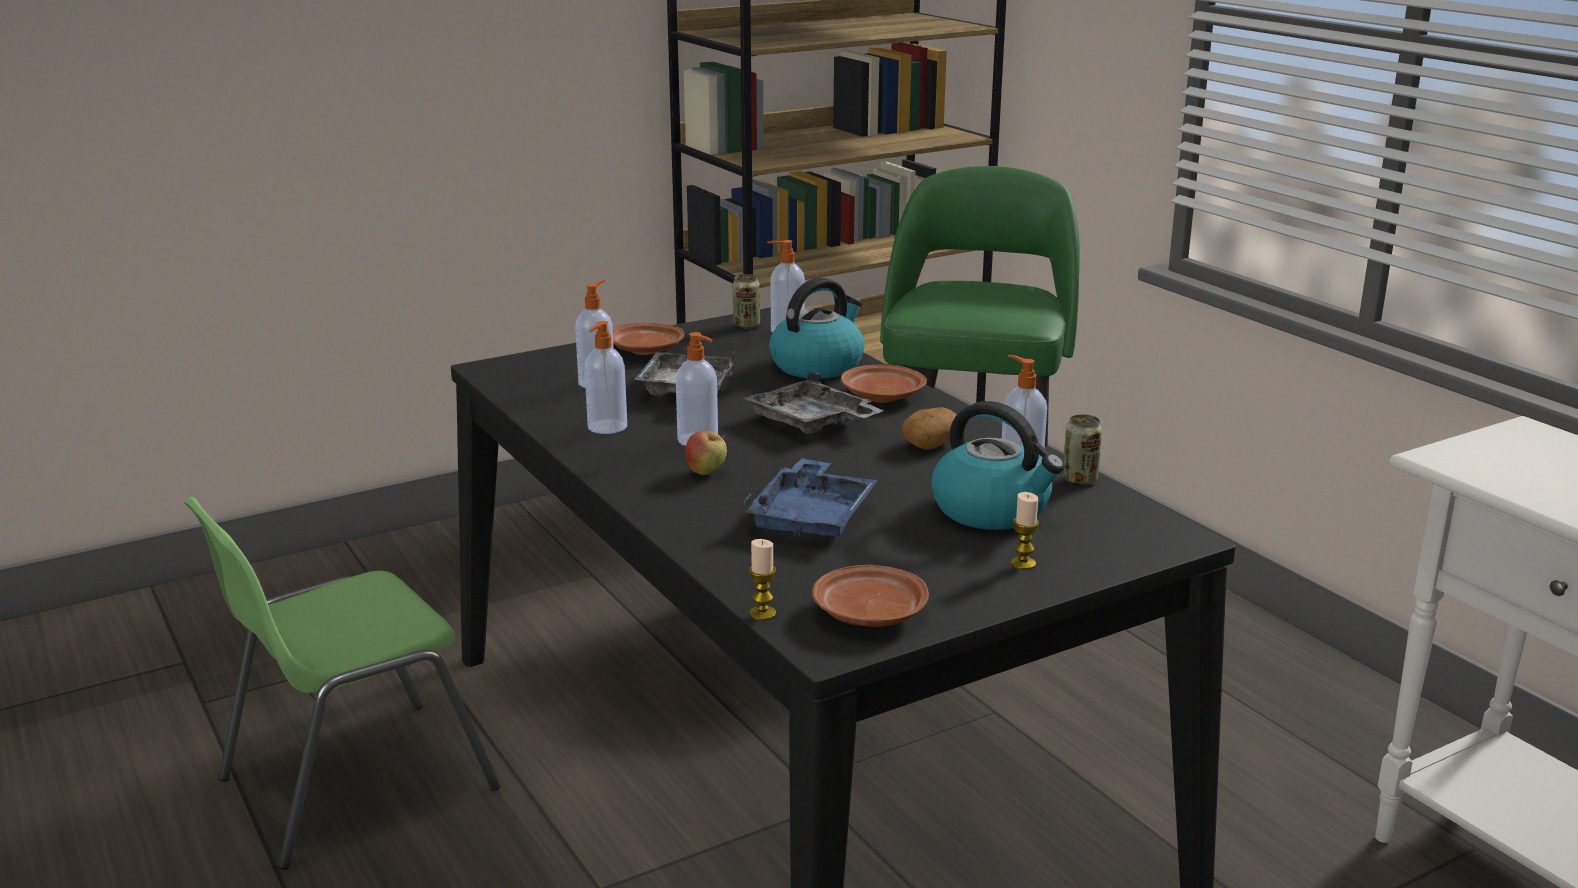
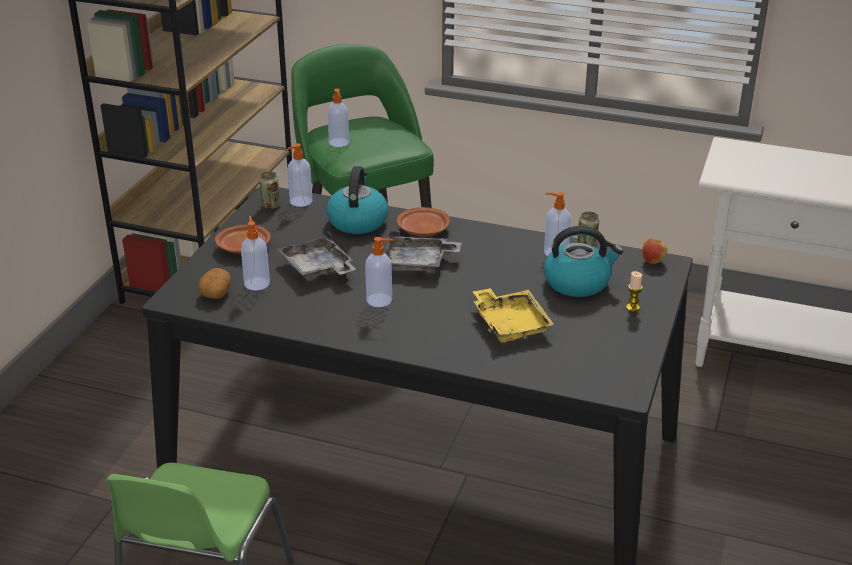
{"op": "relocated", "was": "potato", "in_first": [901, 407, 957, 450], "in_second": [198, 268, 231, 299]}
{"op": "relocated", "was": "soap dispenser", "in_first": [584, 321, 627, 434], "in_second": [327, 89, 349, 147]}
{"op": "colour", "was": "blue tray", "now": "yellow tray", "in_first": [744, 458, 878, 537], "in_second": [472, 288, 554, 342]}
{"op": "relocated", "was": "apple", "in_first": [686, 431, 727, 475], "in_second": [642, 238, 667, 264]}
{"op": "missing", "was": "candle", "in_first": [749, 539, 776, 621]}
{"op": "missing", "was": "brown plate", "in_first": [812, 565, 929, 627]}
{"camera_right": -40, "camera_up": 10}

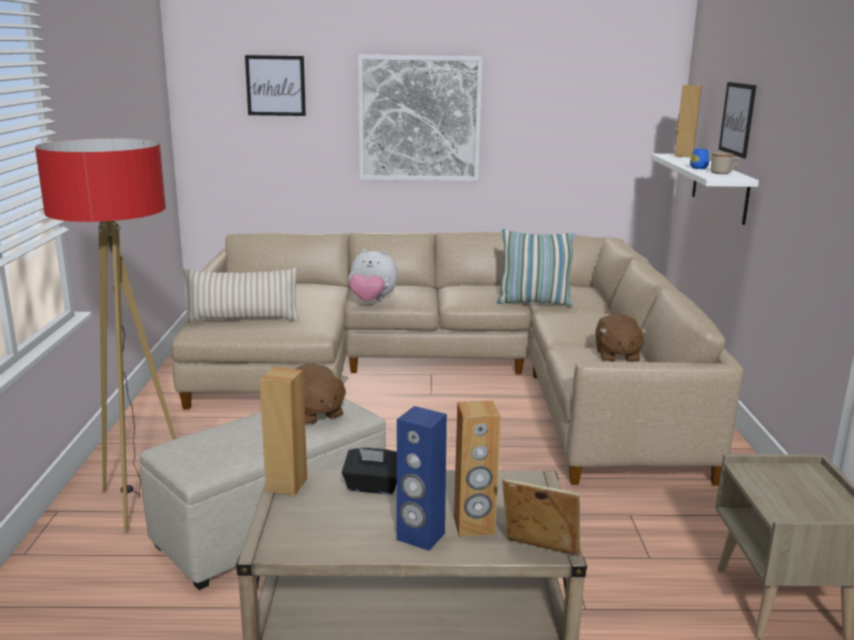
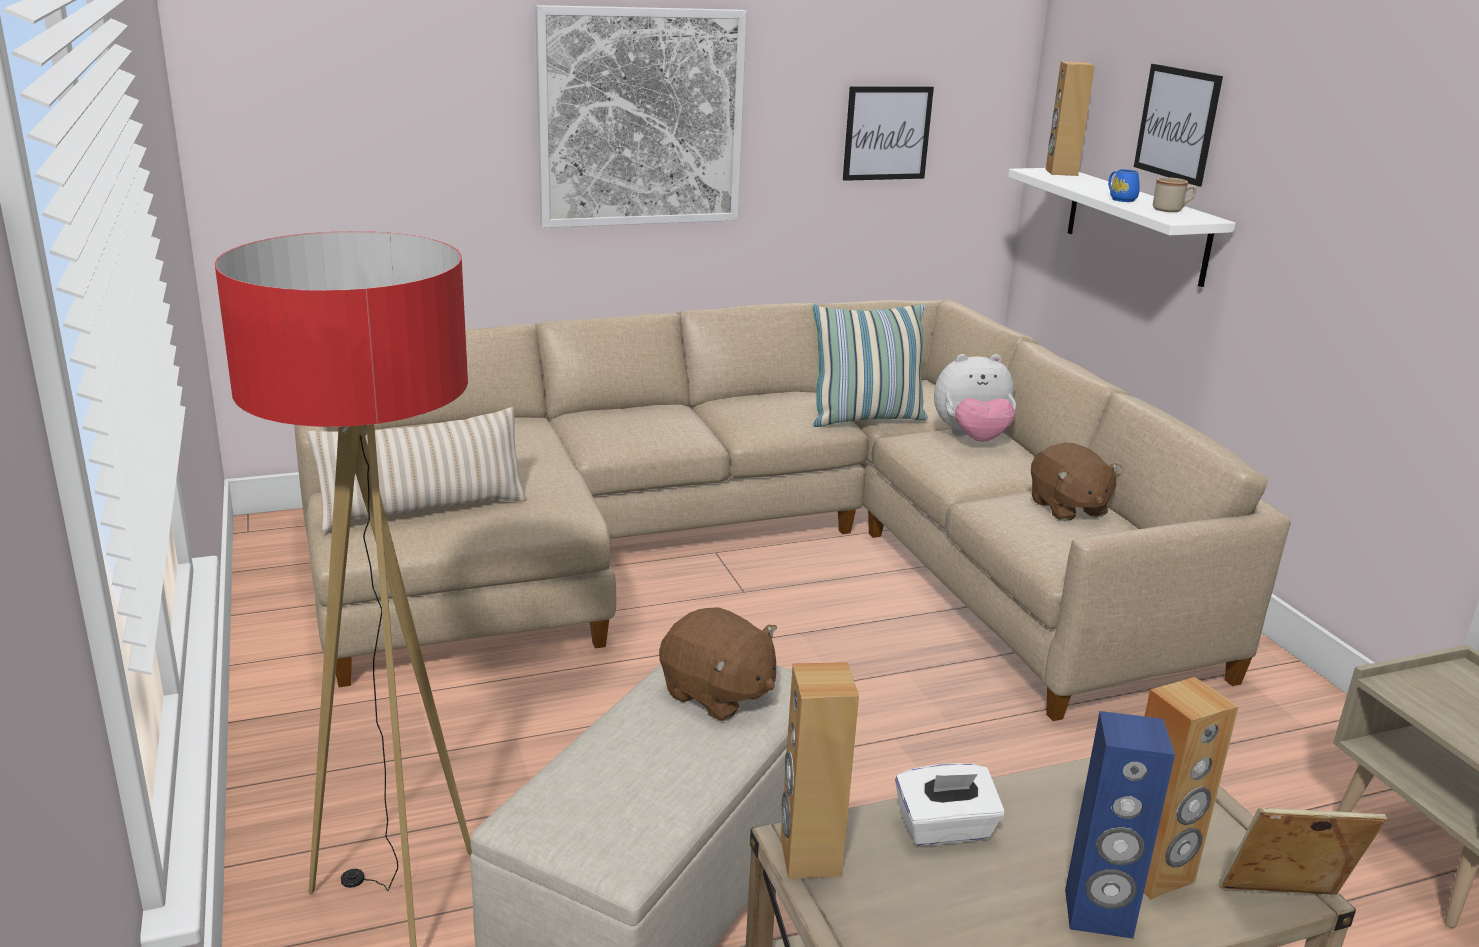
{"op": "relocated", "was": "picture", "in_first": [245, 55, 306, 116], "in_second": [843, 86, 934, 181]}
{"op": "colour", "was": "black tissue box", "now": "white tissue box", "in_first": [342, 448, 397, 494], "in_second": [895, 763, 1005, 846]}
{"op": "relocated", "was": "plush toy", "in_first": [349, 249, 398, 301], "in_second": [934, 354, 1016, 442]}
{"camera_right": -20, "camera_up": 5}

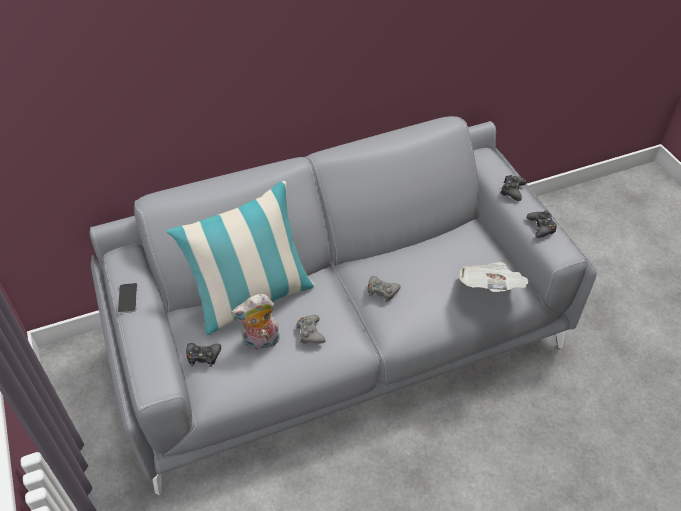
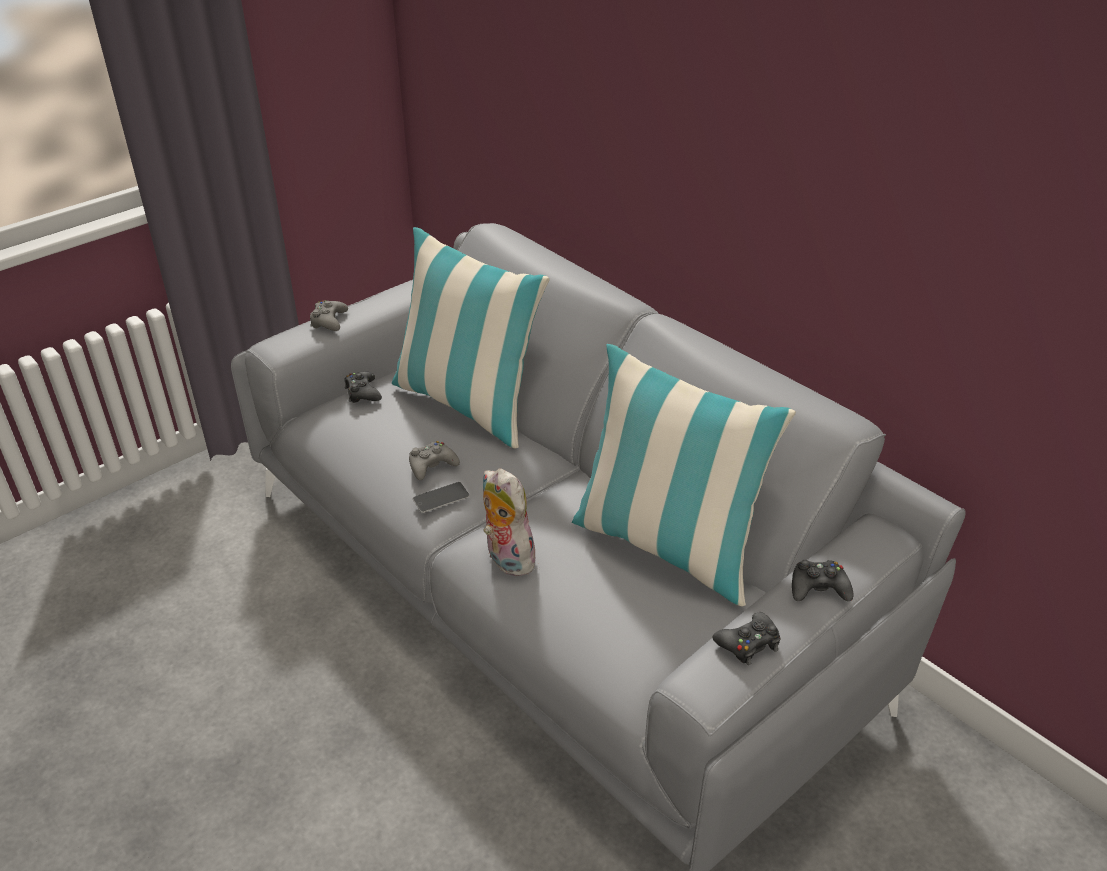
{"op": "relocated", "was": "grey game controller", "in_first": [368, 276, 401, 302], "in_second": [310, 300, 348, 331]}
{"op": "relocated", "was": "phone", "in_first": [118, 283, 137, 313], "in_second": [413, 482, 470, 513]}
{"op": "relocated", "was": "plush toy", "in_first": [231, 294, 280, 350], "in_second": [483, 468, 539, 576]}
{"op": "appeared", "now": "pillow", "in_second": [572, 344, 796, 606]}
{"op": "missing", "was": "newspaper", "in_first": [459, 262, 529, 292]}
{"camera_right": 70, "camera_up": -10}

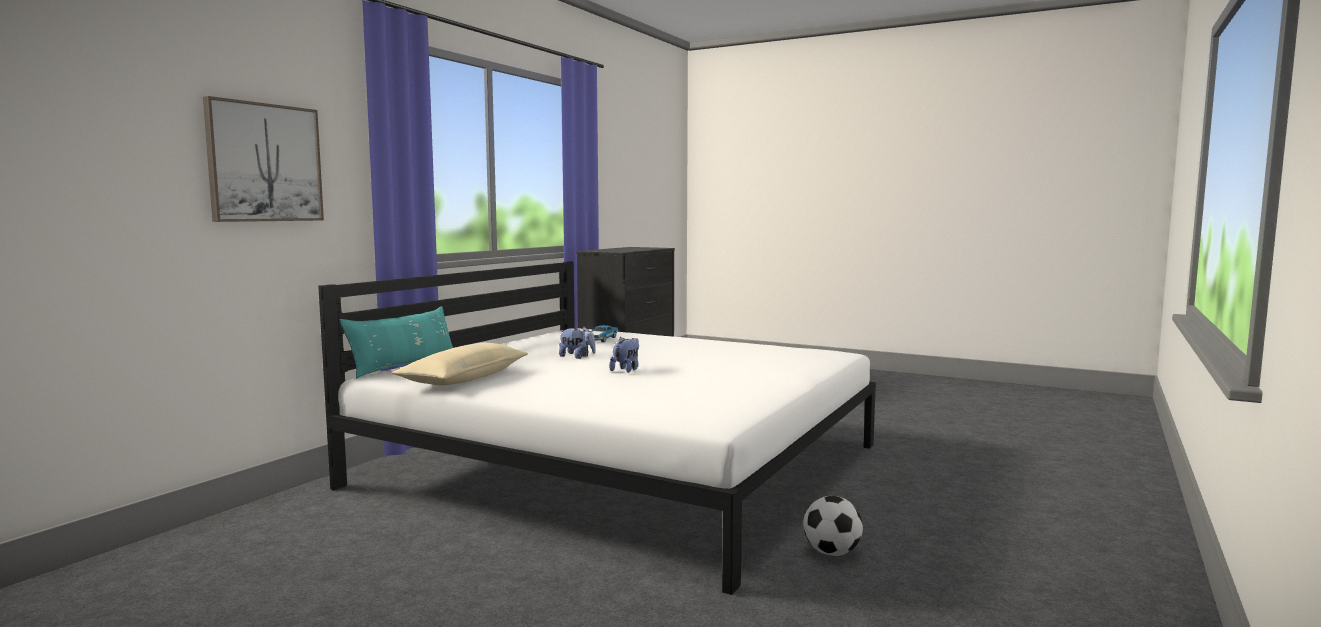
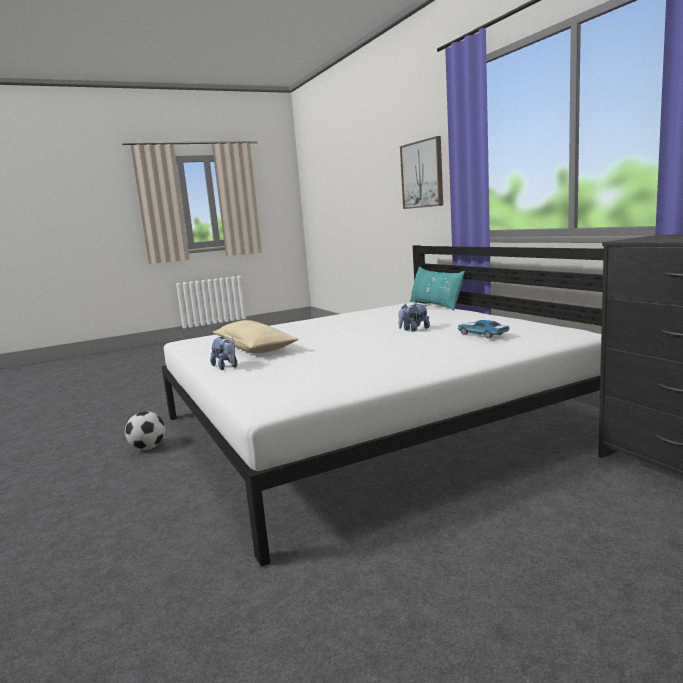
{"op": "relocated", "was": "plush toy", "in_first": [609, 337, 639, 373], "in_second": [210, 337, 237, 370]}
{"op": "relocated", "was": "beige pillow", "in_first": [392, 343, 528, 385], "in_second": [213, 320, 299, 353]}
{"camera_right": 125, "camera_up": 5}

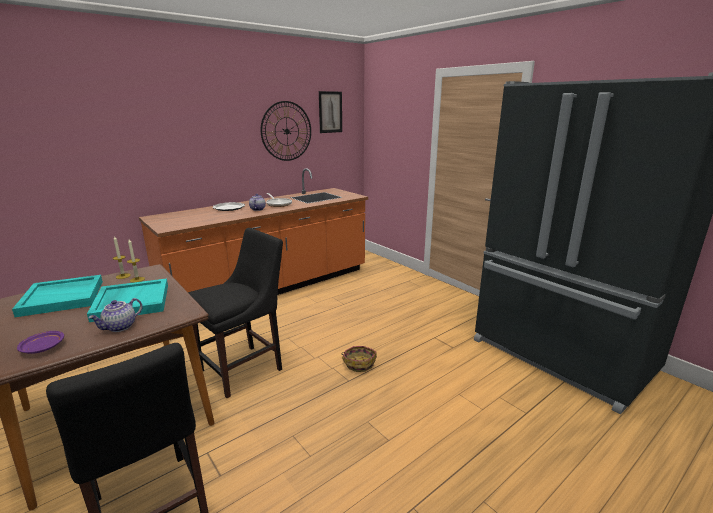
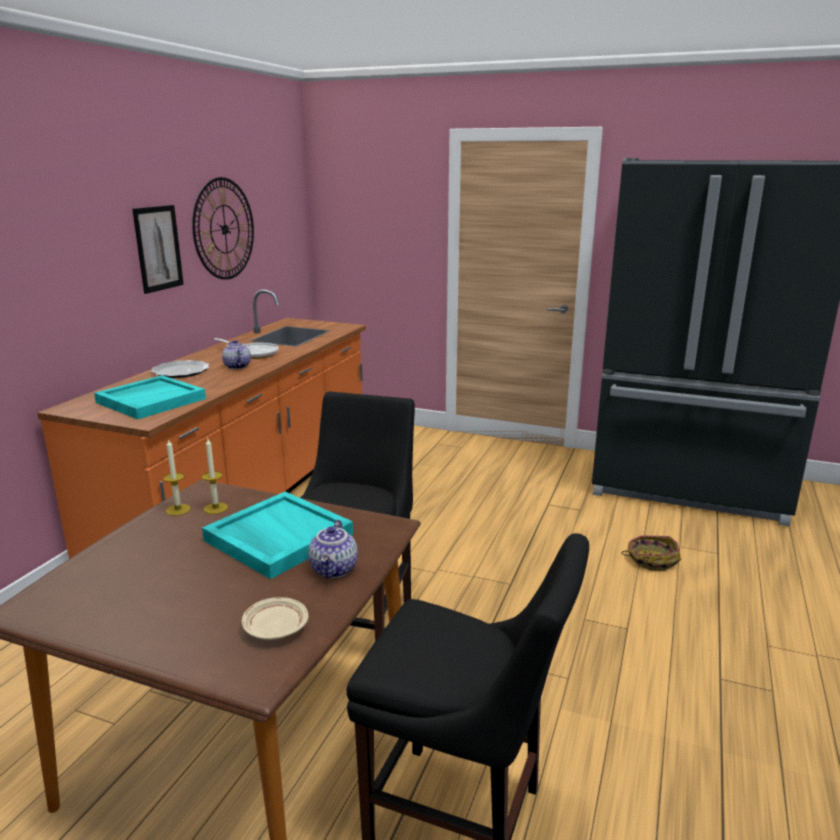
{"op": "relocated", "was": "turquoise tray", "in_first": [12, 275, 103, 317], "in_second": [94, 375, 206, 419]}
{"op": "relocated", "was": "picture", "in_first": [319, 91, 342, 133], "in_second": [132, 205, 184, 294]}
{"op": "colour", "was": "purple plate", "now": "beige plate", "in_first": [17, 331, 64, 354], "in_second": [242, 597, 308, 640]}
{"op": "relocated", "was": "basket", "in_first": [341, 346, 377, 372], "in_second": [621, 535, 681, 571]}
{"camera_right": -30, "camera_up": 0}

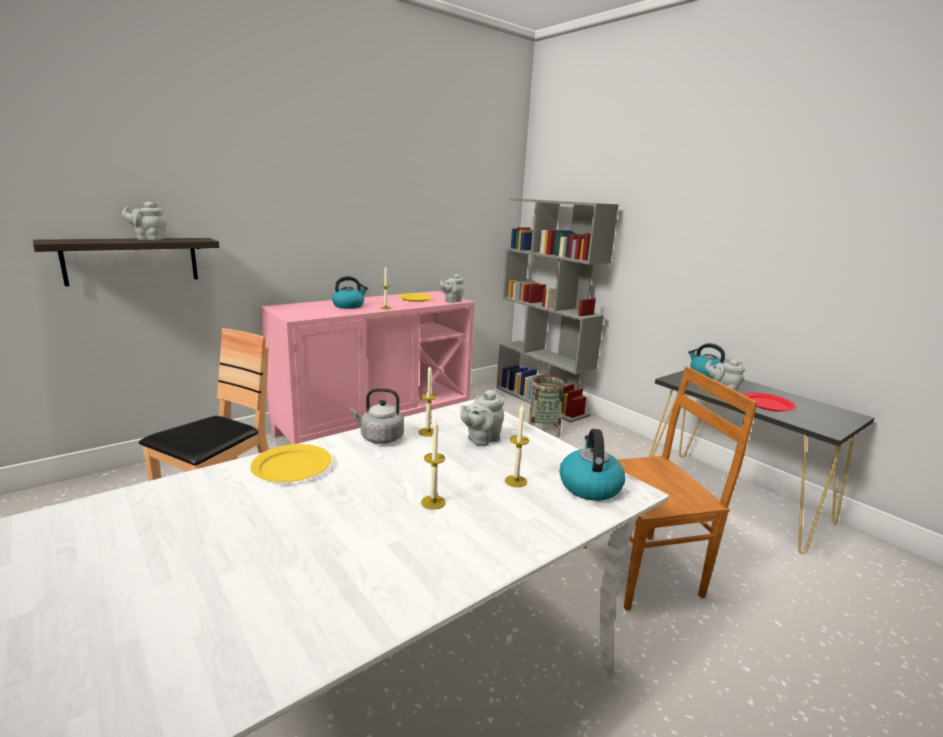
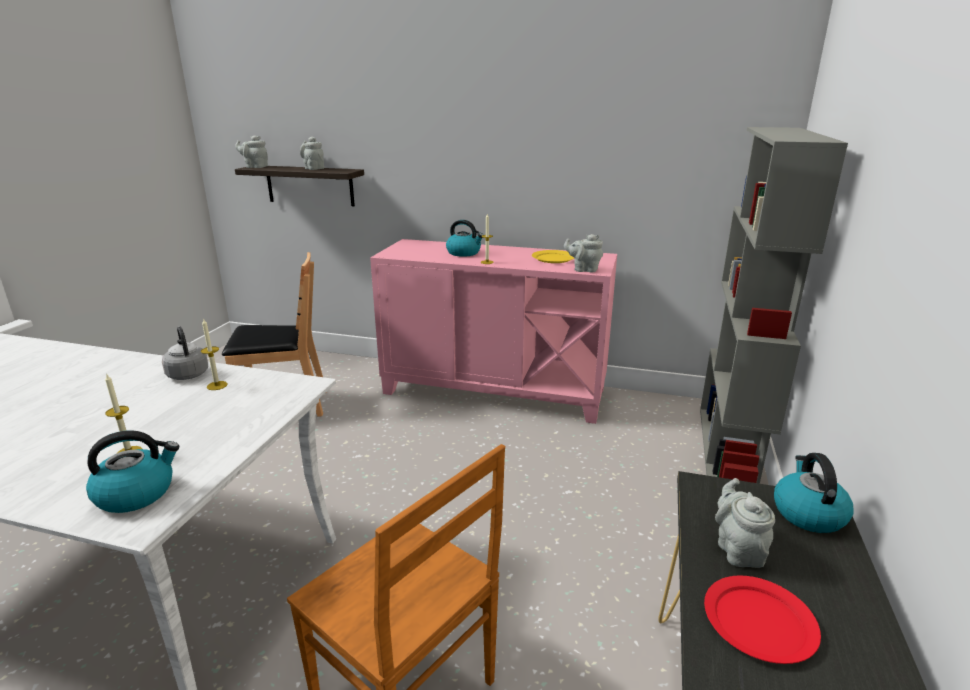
{"op": "relocated", "was": "grey teapot", "in_first": [460, 389, 504, 446], "in_second": [235, 135, 268, 168]}
{"op": "missing", "was": "yellow plate", "in_first": [250, 444, 331, 482]}
{"op": "missing", "was": "candle", "in_first": [421, 419, 445, 510]}
{"op": "missing", "was": "basket", "in_first": [528, 375, 565, 437]}
{"camera_right": 55, "camera_up": 5}

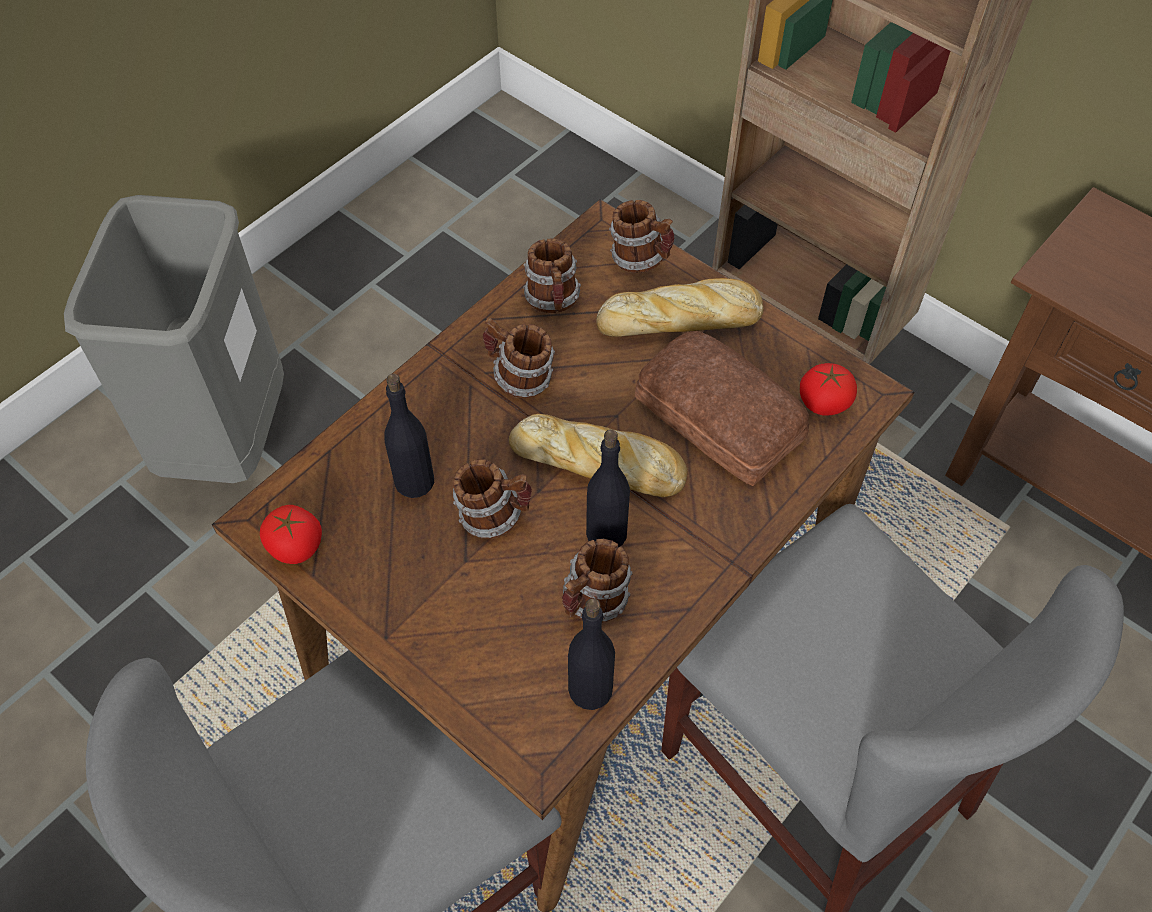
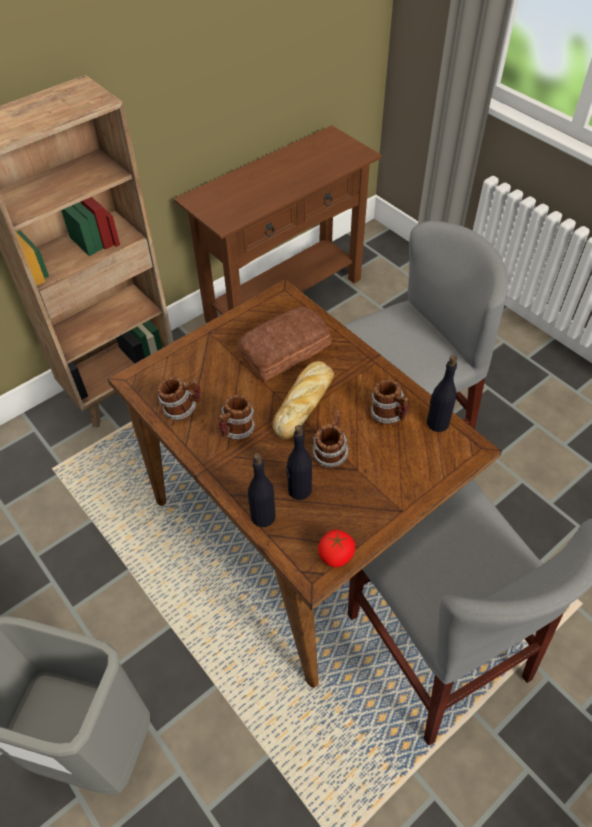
{"op": "relocated", "was": "black bottle", "in_first": [586, 429, 630, 547], "in_second": [247, 453, 276, 527]}
{"op": "missing", "was": "bread", "in_first": [596, 278, 764, 337]}
{"op": "missing", "was": "mug", "in_first": [609, 200, 674, 273]}
{"op": "missing", "was": "tomato", "in_first": [800, 363, 857, 416]}
{"camera_right": -80, "camera_up": -5}

